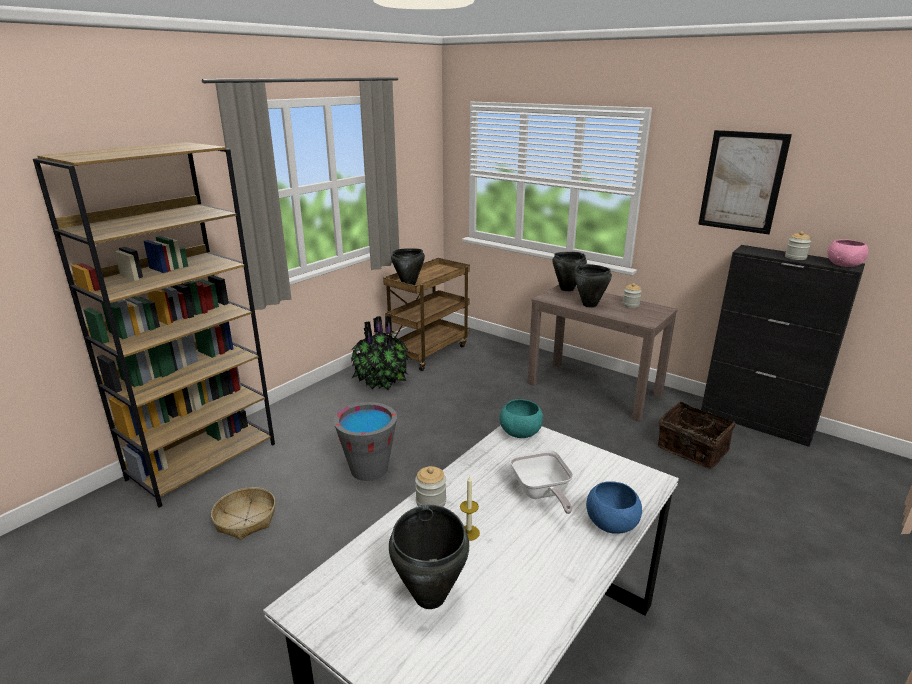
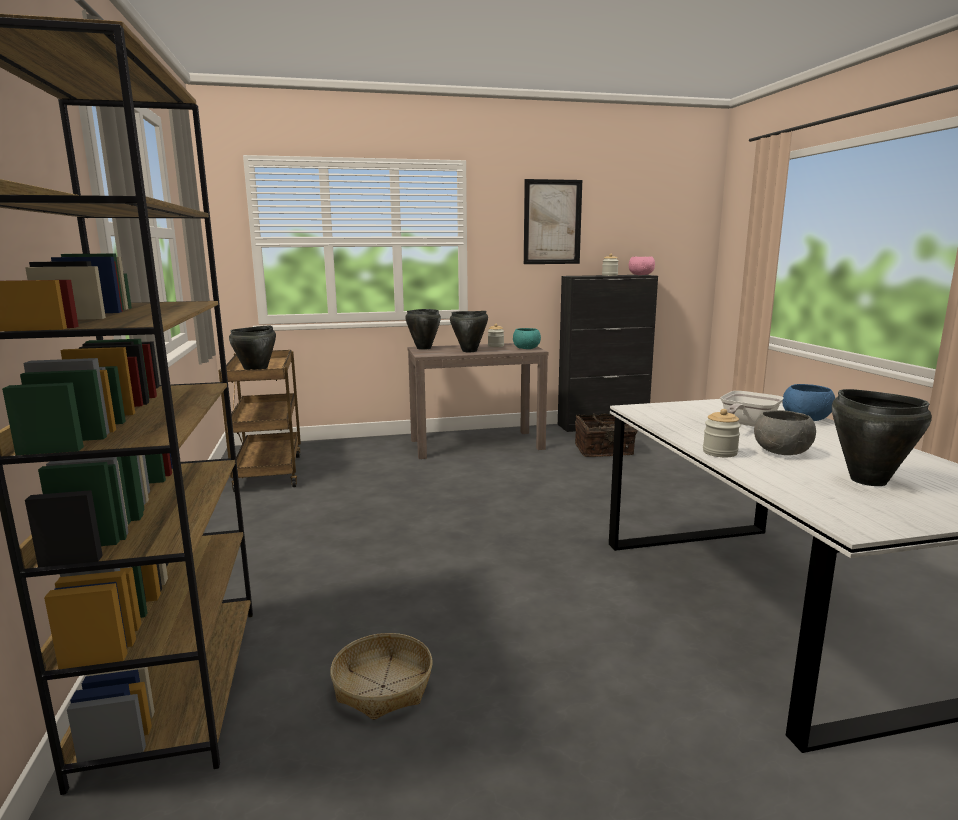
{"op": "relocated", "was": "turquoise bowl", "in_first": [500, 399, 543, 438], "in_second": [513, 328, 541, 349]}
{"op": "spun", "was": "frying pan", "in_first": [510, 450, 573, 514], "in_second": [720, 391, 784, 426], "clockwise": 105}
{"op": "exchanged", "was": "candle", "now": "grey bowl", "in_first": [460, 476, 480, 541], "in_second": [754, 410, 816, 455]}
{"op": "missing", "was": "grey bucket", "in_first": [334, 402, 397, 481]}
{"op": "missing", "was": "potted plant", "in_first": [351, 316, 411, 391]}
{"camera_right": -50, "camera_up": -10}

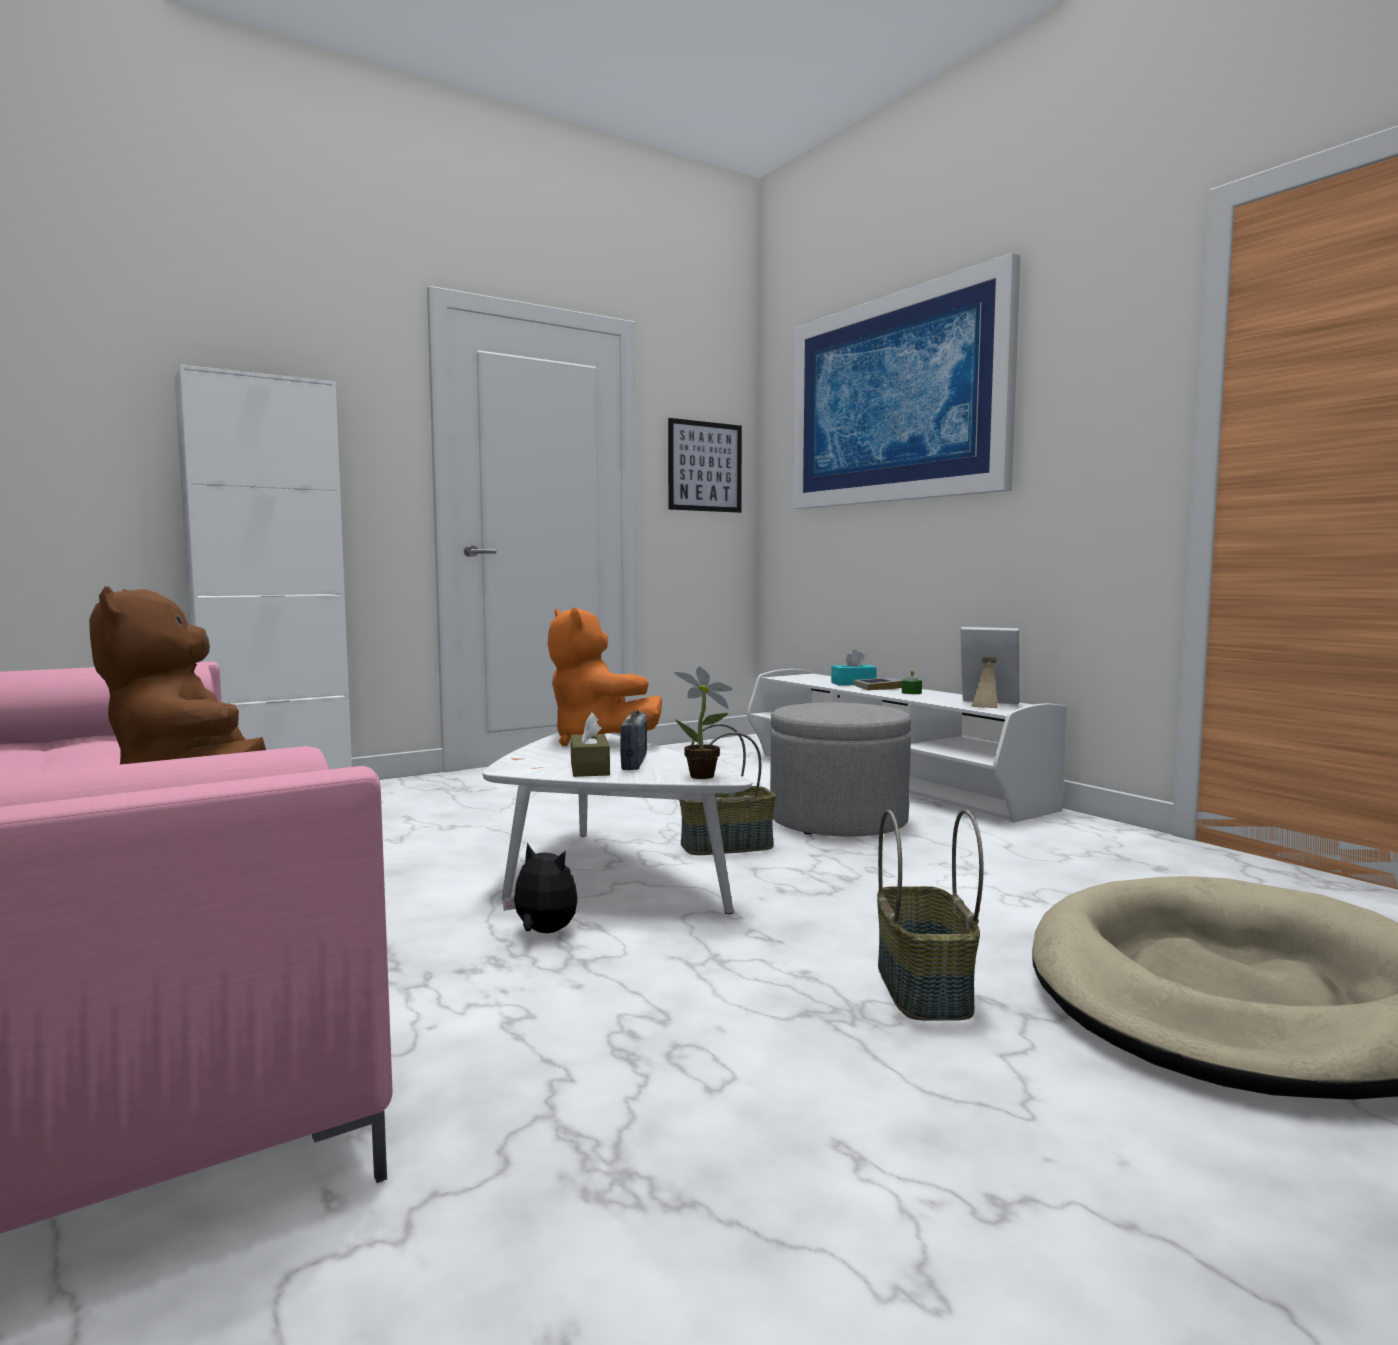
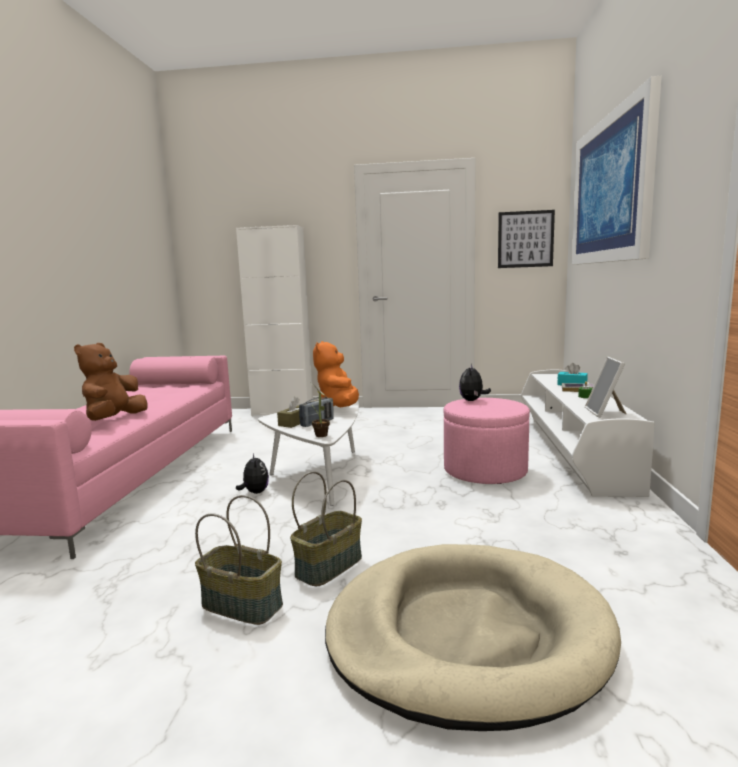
{"op": "relocated", "was": "basket", "in_first": [679, 724, 776, 855], "in_second": [195, 495, 283, 625]}
{"op": "colour", "was": "grey ottoman", "now": "pink ottoman", "in_first": [770, 702, 911, 837], "in_second": [444, 398, 530, 484]}
{"op": "appeared", "now": "plush toy", "in_second": [459, 364, 491, 401]}
{"op": "spun", "was": "picture frame", "in_first": [960, 627, 1019, 708], "in_second": [585, 357, 627, 418], "clockwise": -150}
{"camera_right": 40, "camera_up": 5}

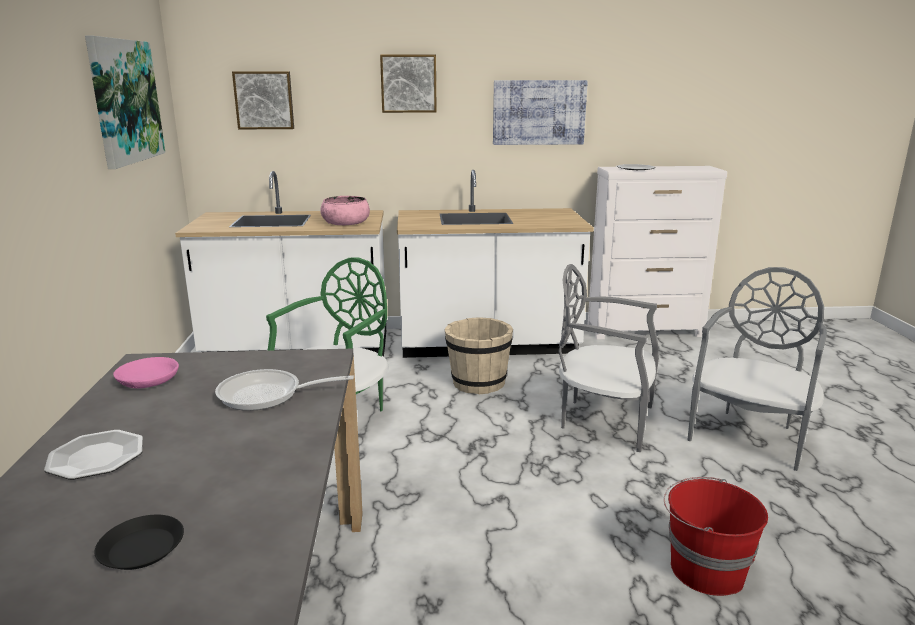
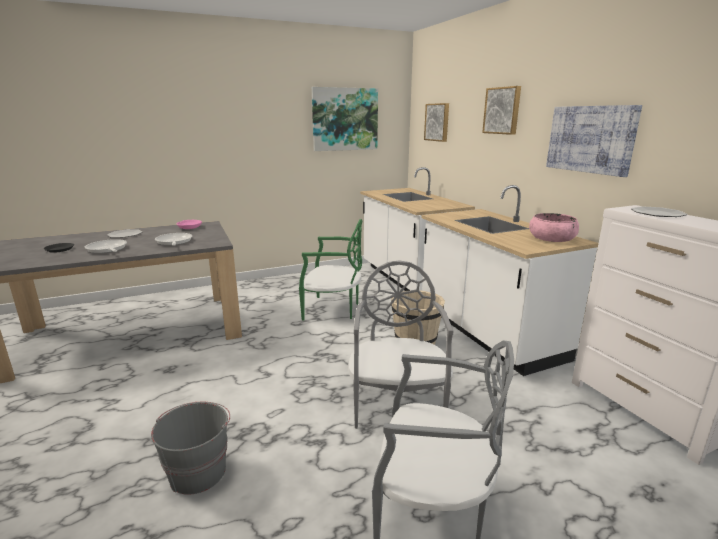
{"op": "appeared", "now": "frying pan", "in_second": [85, 239, 127, 253]}
{"op": "colour", "was": "red bucket", "now": "grey bucket", "in_first": [664, 477, 768, 596], "in_second": [151, 402, 230, 495]}
{"op": "relocated", "was": "pink bowl", "in_first": [320, 196, 370, 225], "in_second": [529, 213, 579, 242]}
{"camera_right": 70, "camera_up": 0}

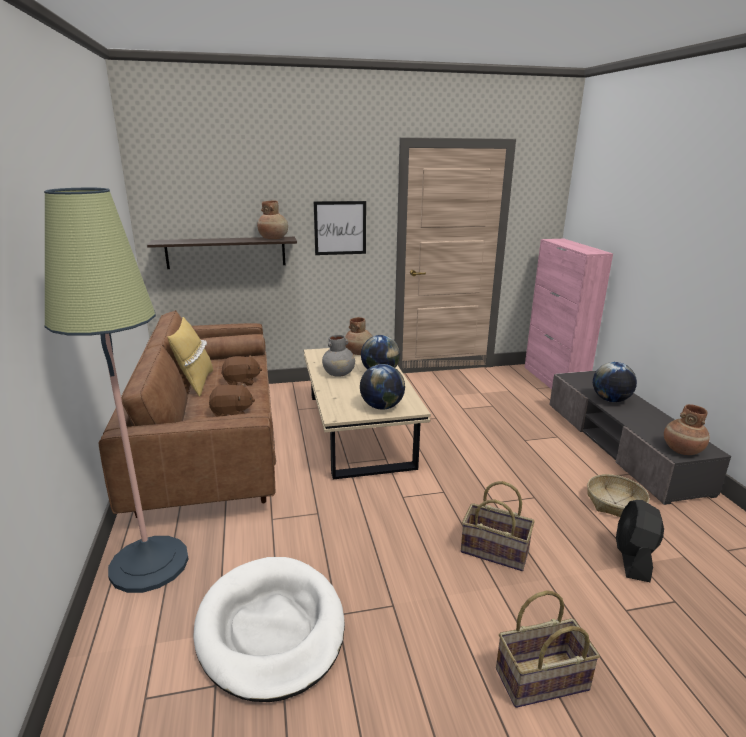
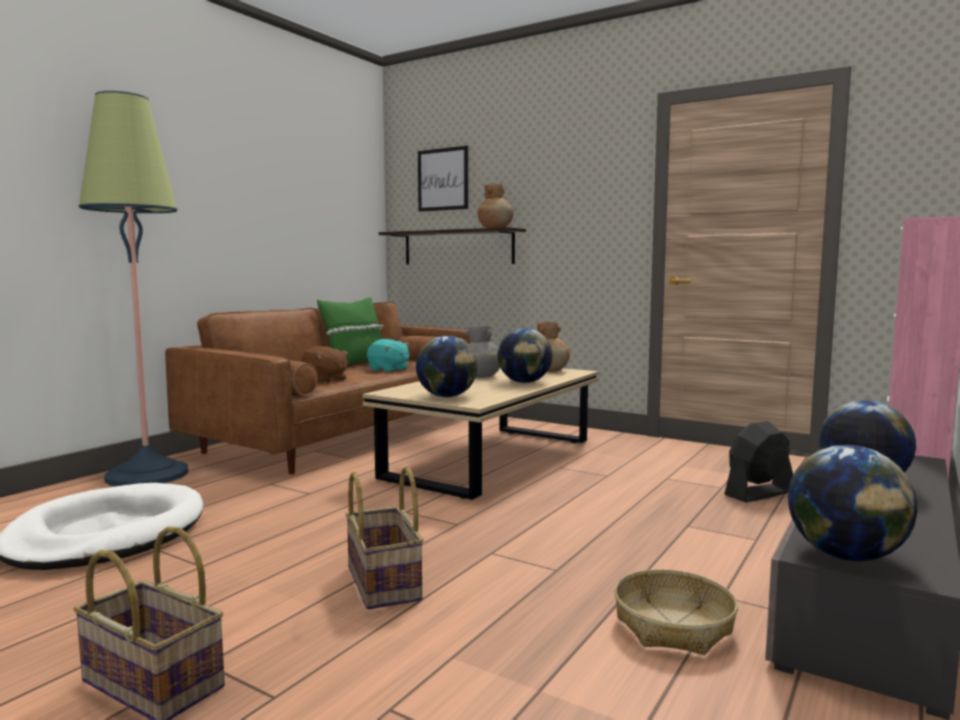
{"op": "colour", "was": "yellow pillow", "now": "green pillow", "in_first": [168, 317, 213, 397], "in_second": [317, 297, 384, 365]}
{"op": "colour", "was": "brown plush toy", "now": "turquoise plush toy", "in_first": [221, 355, 262, 386], "in_second": [367, 339, 410, 372]}
{"op": "relocated", "was": "picture", "in_first": [314, 201, 366, 255], "in_second": [418, 146, 468, 212]}
{"op": "relocated", "was": "black fan", "in_first": [616, 500, 664, 582], "in_second": [724, 421, 793, 502]}
{"op": "exchanged", "was": "brown vase", "now": "globe", "in_first": [664, 404, 710, 455], "in_second": [788, 445, 917, 561]}
{"camera_right": 45, "camera_up": -15}

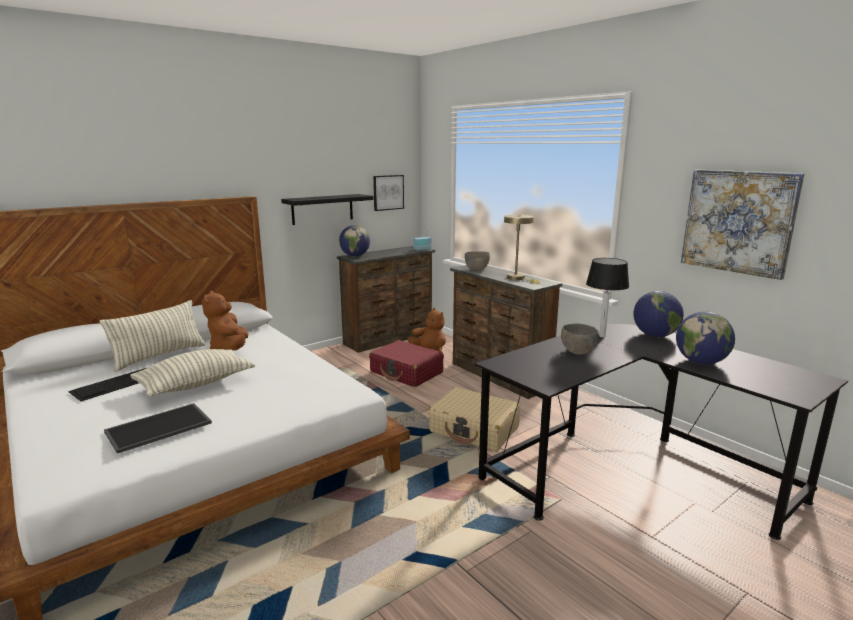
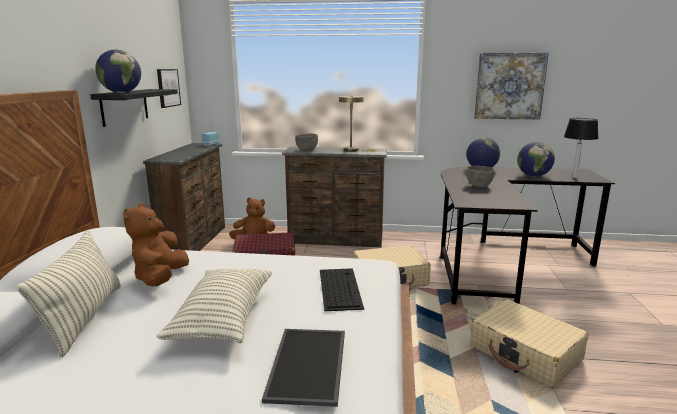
{"op": "relocated", "was": "globe", "in_first": [339, 225, 370, 257], "in_second": [95, 50, 141, 93]}
{"op": "spun", "was": "brown plush toy", "in_first": [202, 291, 248, 351], "in_second": [123, 203, 189, 286], "clockwise": 60}
{"op": "relocated", "was": "keyboard", "in_first": [68, 368, 146, 401], "in_second": [320, 268, 364, 311]}
{"op": "appeared", "now": "beige suitcase", "in_second": [470, 299, 588, 388]}
{"op": "relocated", "was": "table lamp", "in_first": [586, 258, 629, 337], "in_second": [564, 118, 598, 178]}
{"camera_right": -45, "camera_up": 0}

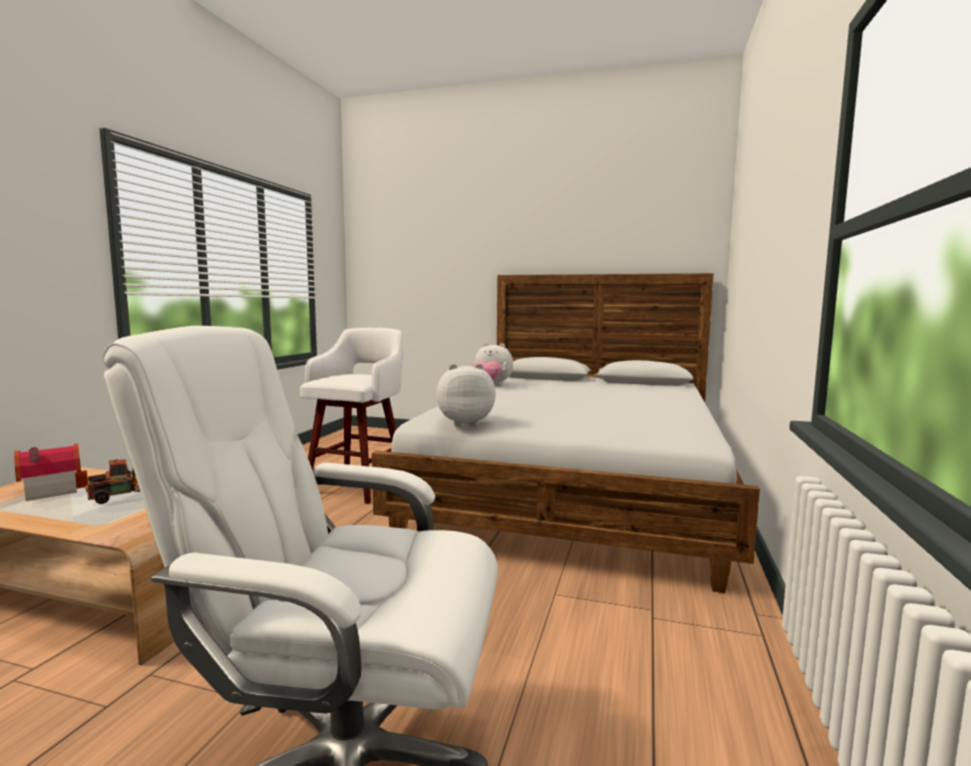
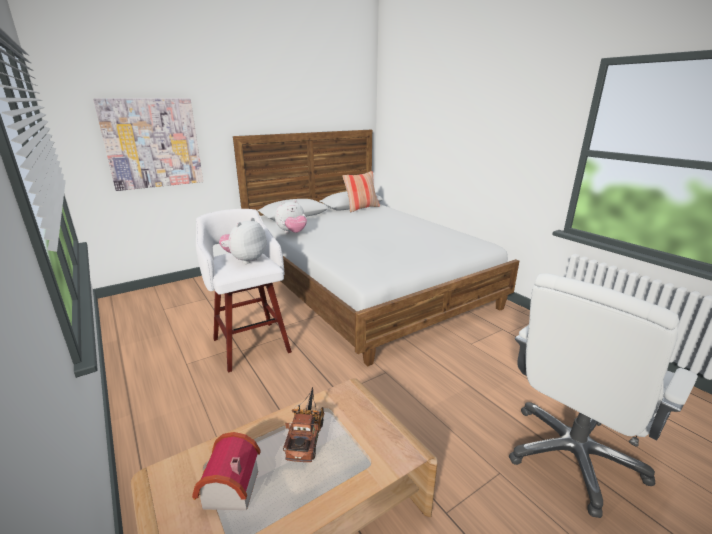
{"op": "appeared", "now": "picture", "in_second": [93, 99, 203, 191]}
{"op": "relocated", "was": "plush toy", "in_first": [436, 363, 496, 427], "in_second": [219, 217, 266, 264]}
{"op": "appeared", "now": "pillow", "in_second": [343, 171, 380, 212]}
{"camera_right": -50, "camera_up": 15}

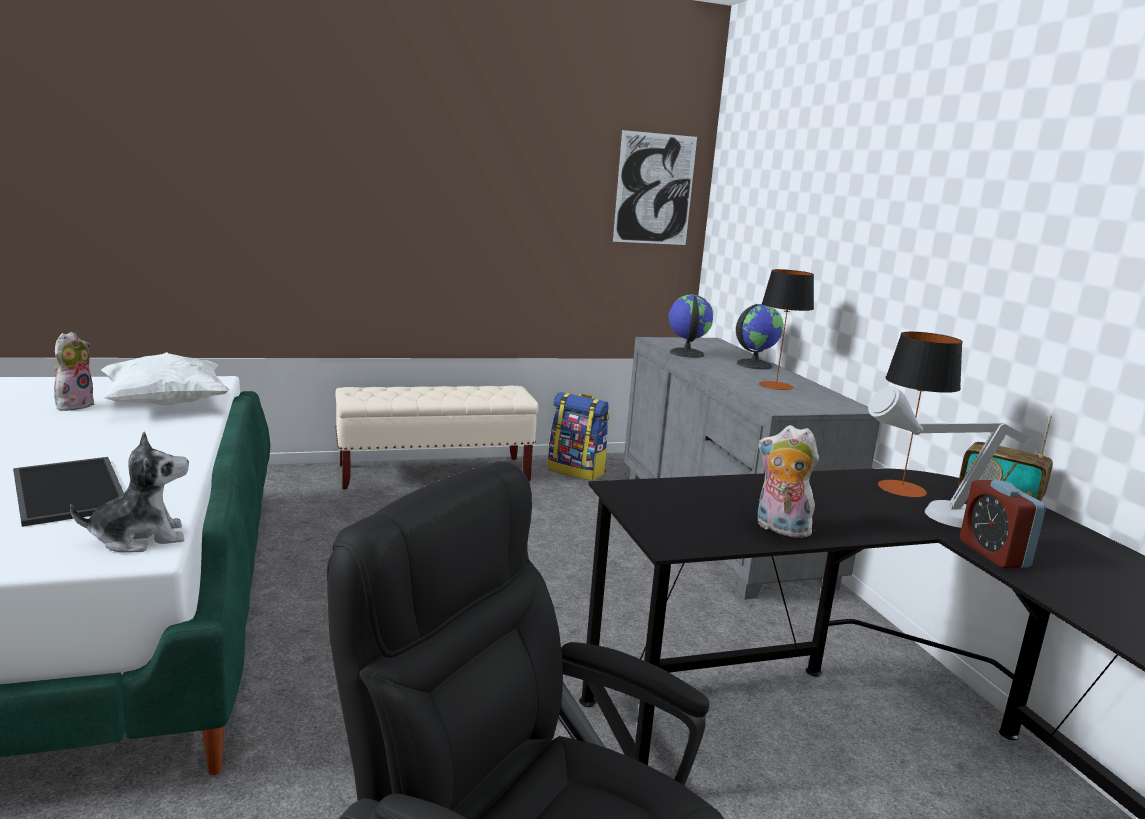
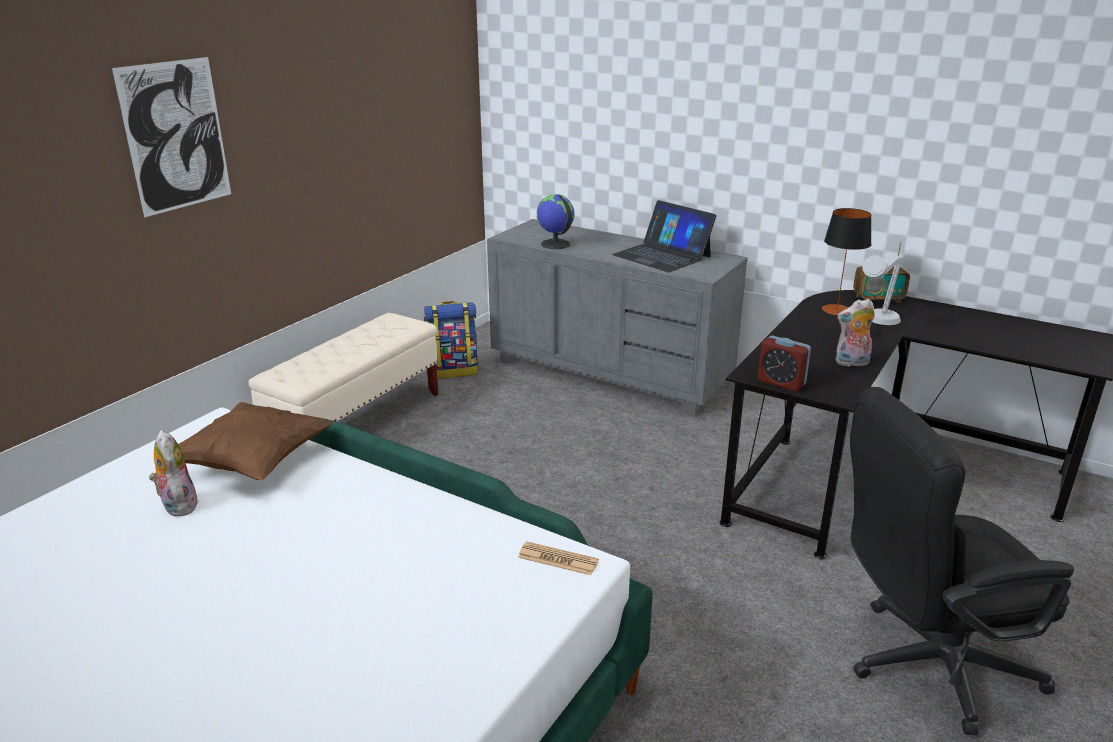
{"op": "relocated", "was": "picture", "in_first": [613, 130, 697, 245], "in_second": [112, 57, 231, 217]}
{"op": "colour", "was": "white pillow", "now": "brown pillow", "in_first": [101, 352, 230, 405], "in_second": [178, 402, 333, 480]}
{"op": "exchanged", "was": "plush toy", "now": "newspaper", "in_first": [70, 431, 189, 552], "in_second": [518, 542, 599, 575]}
{"op": "exchanged", "was": "table lamp", "now": "laptop", "in_first": [759, 269, 814, 390], "in_second": [612, 200, 717, 272]}
{"op": "relocated", "was": "alarm clock", "in_first": [960, 480, 1046, 568], "in_second": [758, 336, 811, 391]}
{"op": "missing", "was": "tray", "in_first": [13, 457, 124, 527]}
{"op": "missing", "was": "globe", "in_first": [736, 304, 784, 369]}
{"camera_right": -40, "camera_up": 10}

